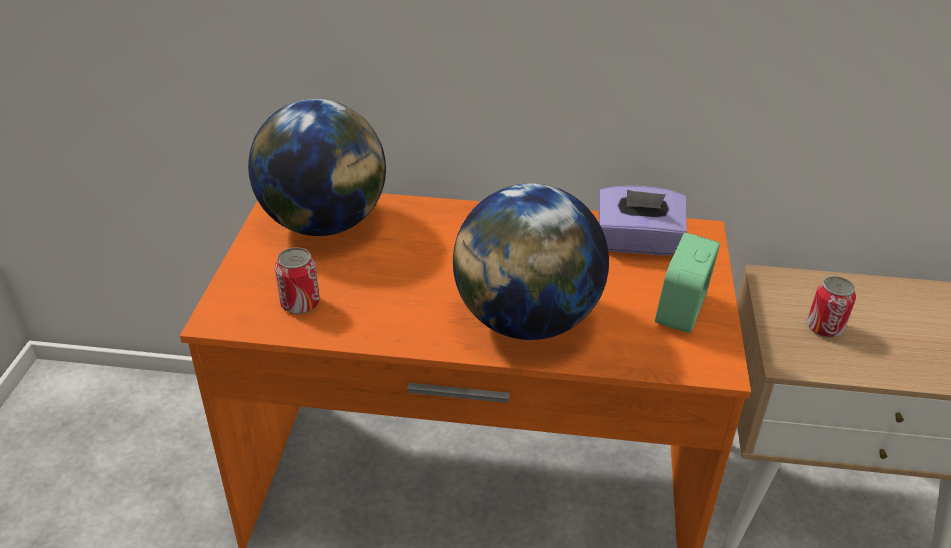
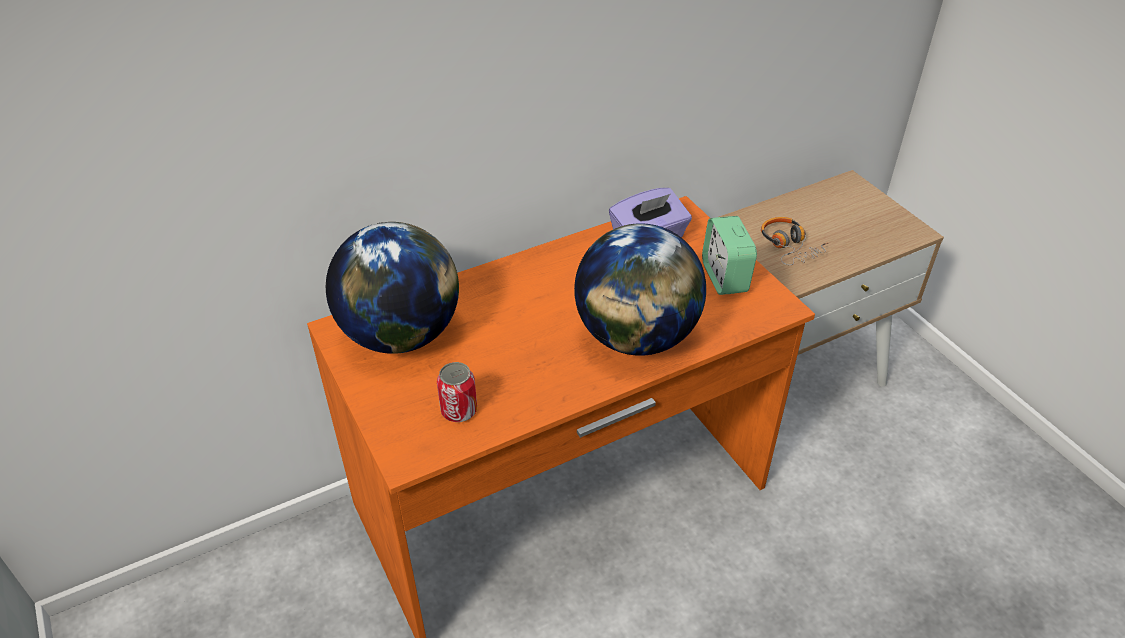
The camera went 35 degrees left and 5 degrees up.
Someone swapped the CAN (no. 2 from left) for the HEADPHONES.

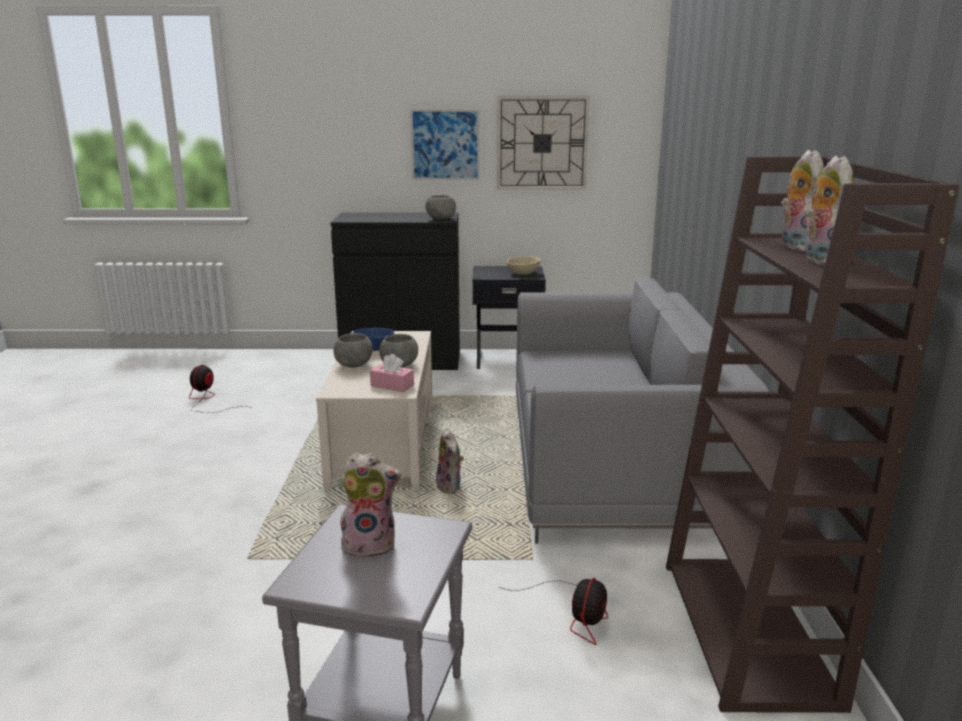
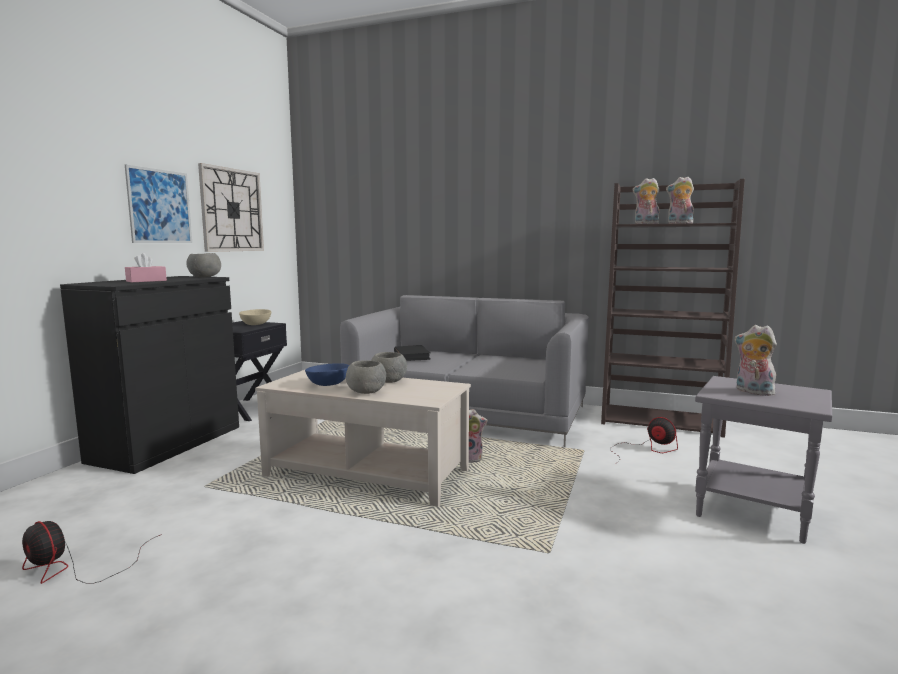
The camera went 70 degrees left and 10 degrees down.
Someone put down the BLACK BOOK.
Someone carried the PINK TISSUE BOX.
Someone rotated the PLUSH TOY (no. 1 from left in the first image) by 60 degrees counterclockwise.

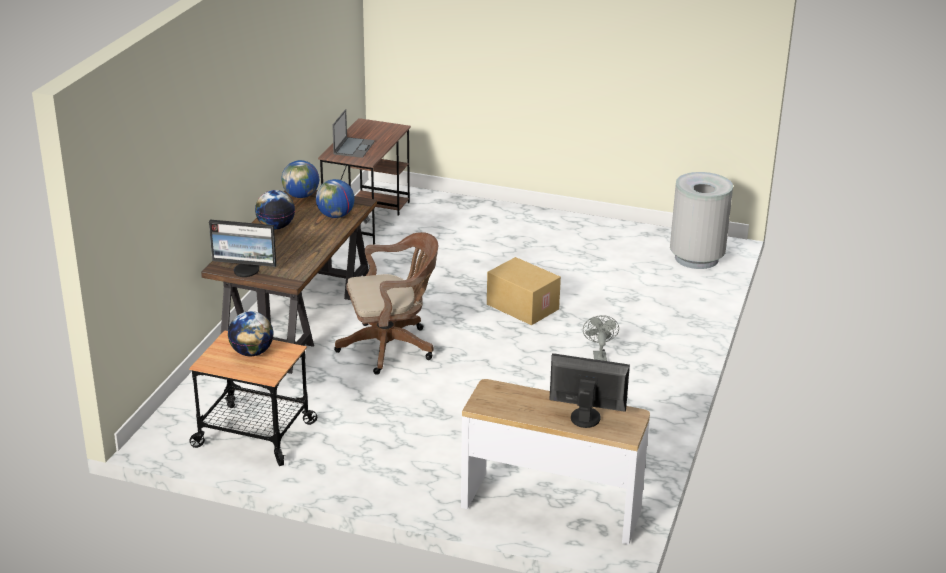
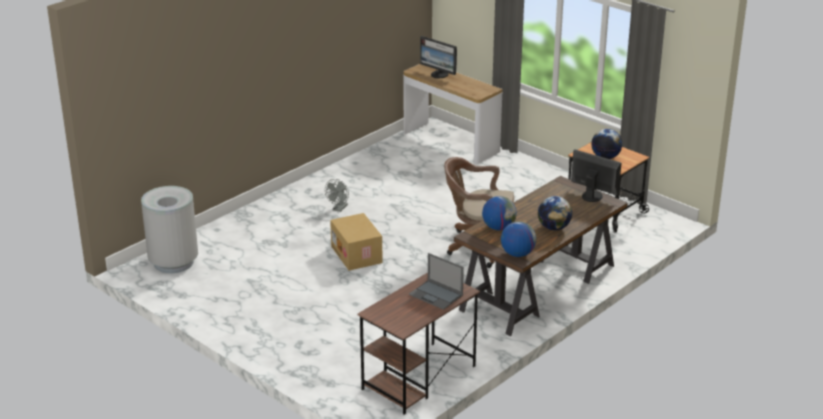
The camera went 155 degrees left and 0 degrees up.
Someone rotated the LAPTOP by 90 degrees counterclockwise.

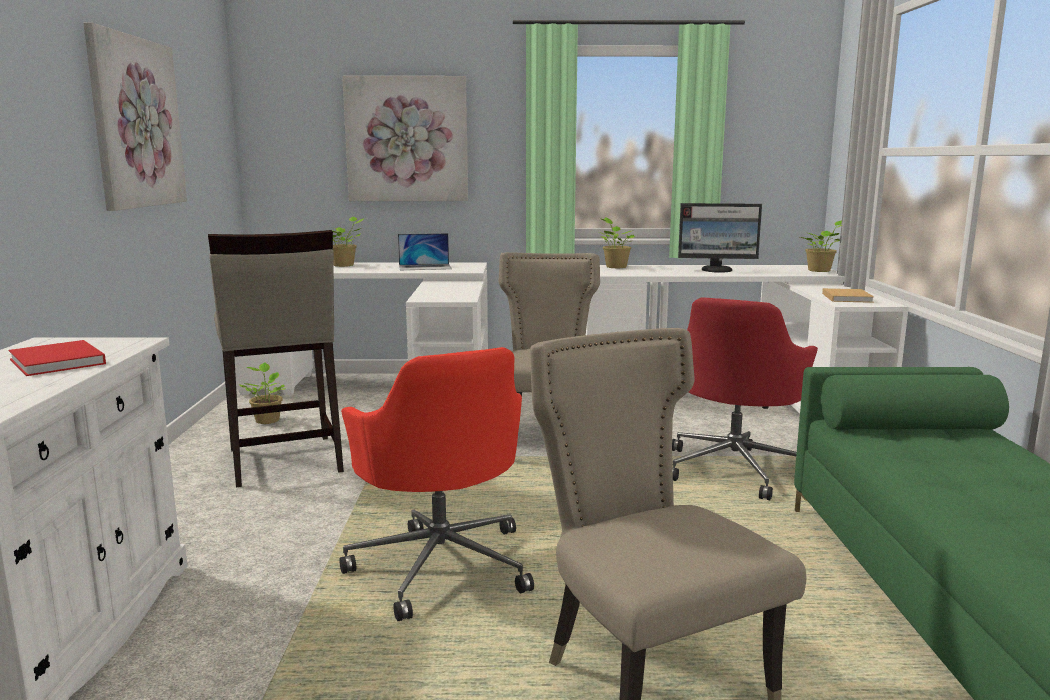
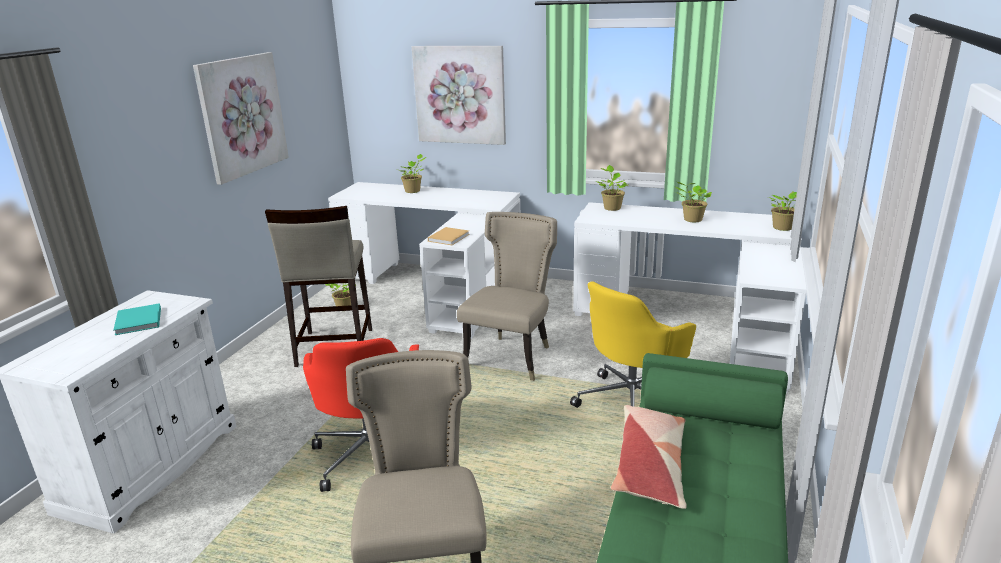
The camera went 20 degrees right and 10 degrees up.
Someone took away the LAPTOP.
Someone put down the PILLOW.
Someone carried the BEIGE BOOK.
Someone swapped the MONITOR for the POTTED PLANT (no. 4 from left).
Someone repainted the RED BOOK, which became the TURQUOISE BOOK.
Someone repainted the RED OFFICE CHAIR (no. 2 from left), which became the YELLOW OFFICE CHAIR.

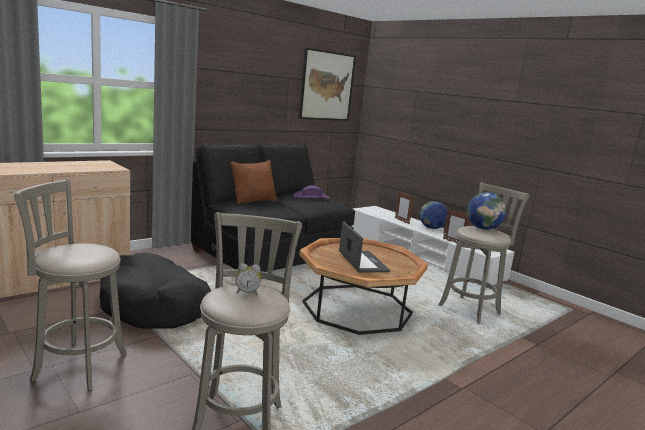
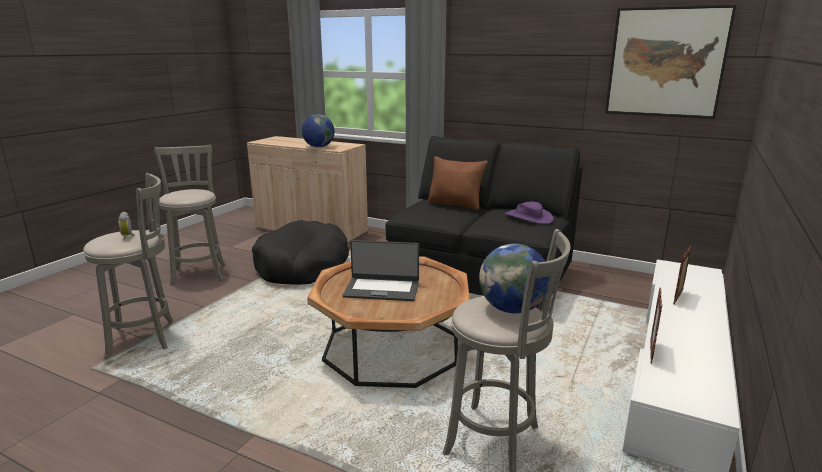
The camera went 70 degrees right and 5 degrees up.
Someone carried the GLOBE (no. 1 from left).
Someone rotated the LAPTOP by 45 degrees clockwise.

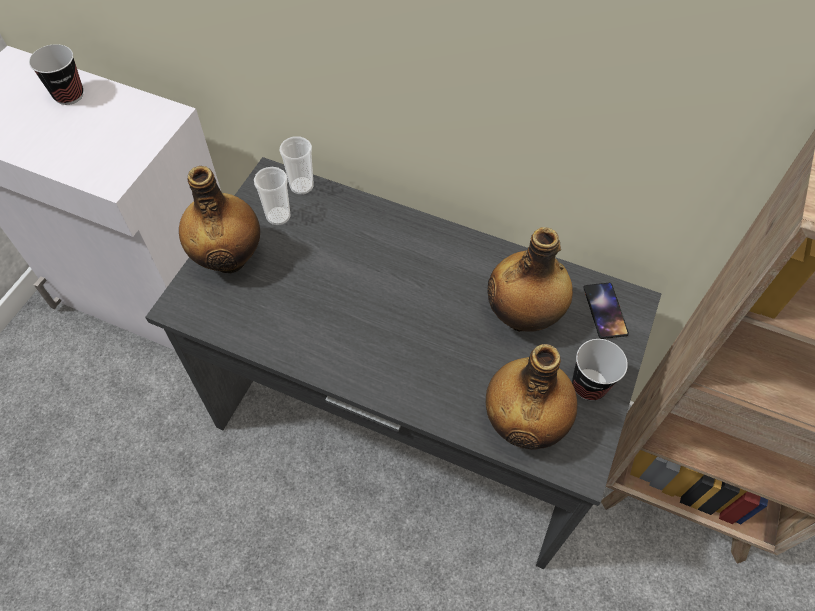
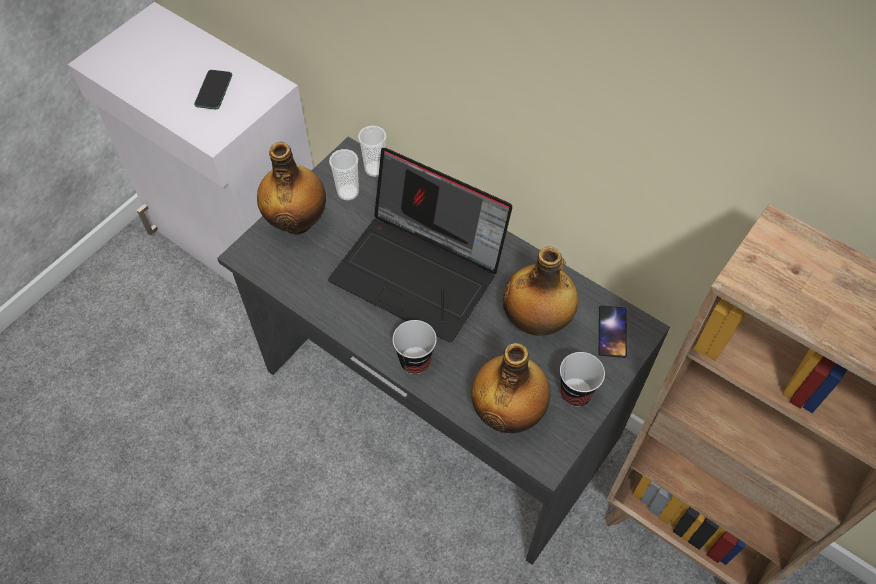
The camera went 15 degrees right and 0 degrees up.
Someone put down the PHONE (no. 1 from left).
Someone put down the LAPTOP.
Someone carried the CUP (no. 1 from left in the first image).

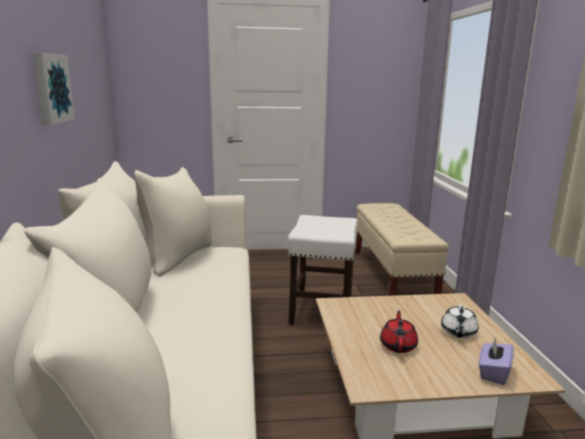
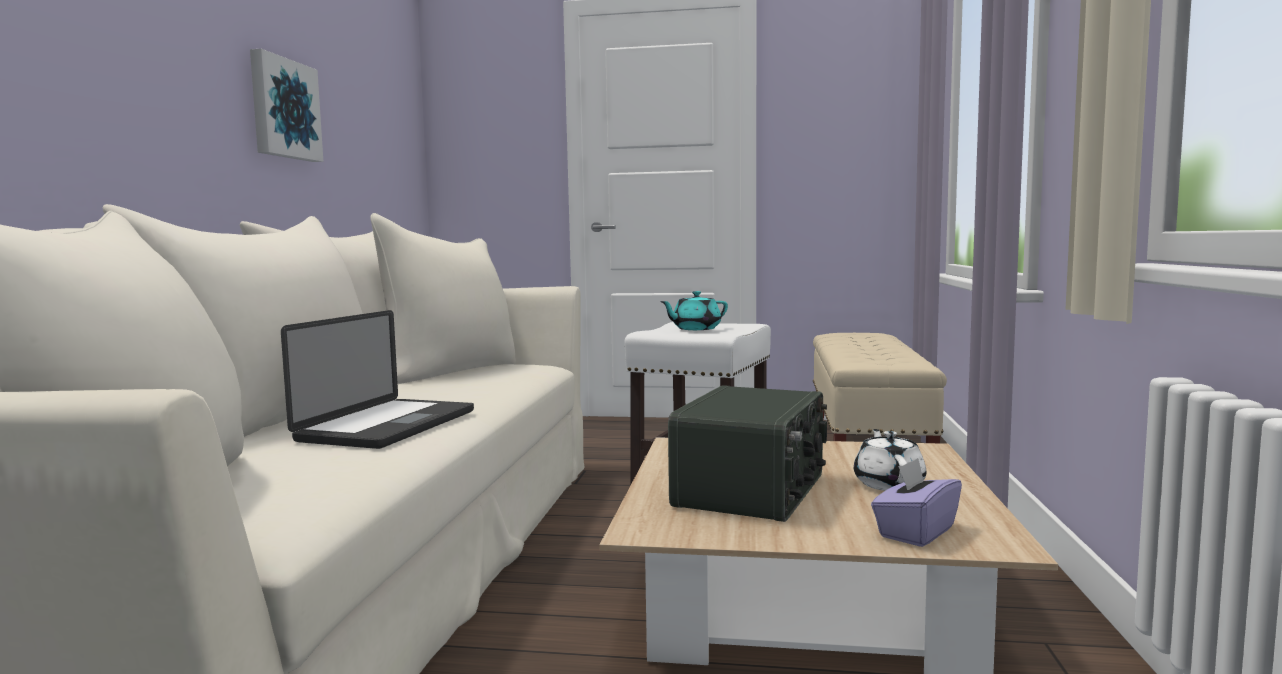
The camera went 15 degrees right and 10 degrees down.
Someone put down the LAPTOP.
Someone put down the TURQUOISE TEAPOT.
Someone swapped the RED TEAPOT for the RADIO.
Someone rotated the WHITE TEAPOT by 150 degrees clockwise.

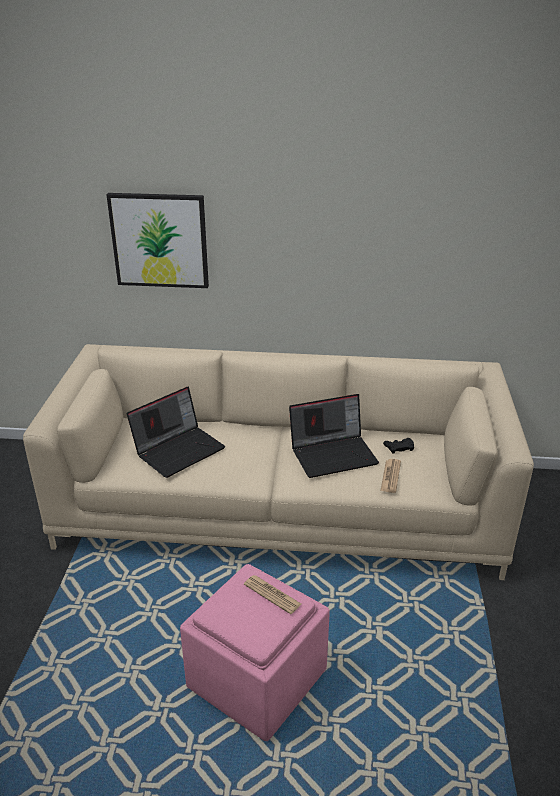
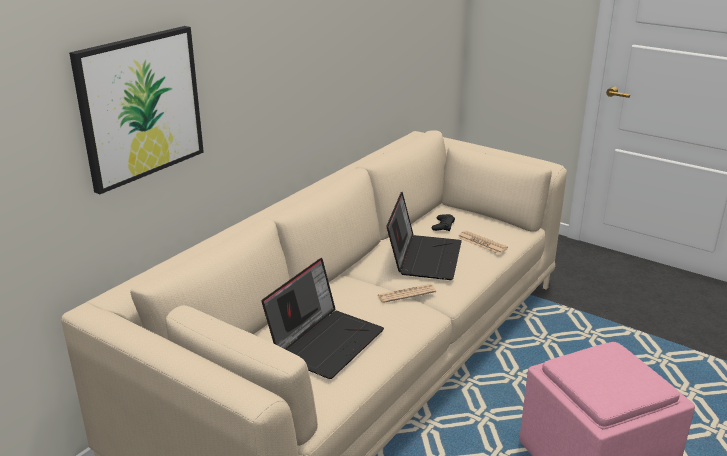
The camera went 60 degrees left and 5 degrees down.
Someone carried the NEWSPAPER (no. 1 from left).
Someone rotated the LAPTOP (no. 1 from left) by 45 degrees clockwise.

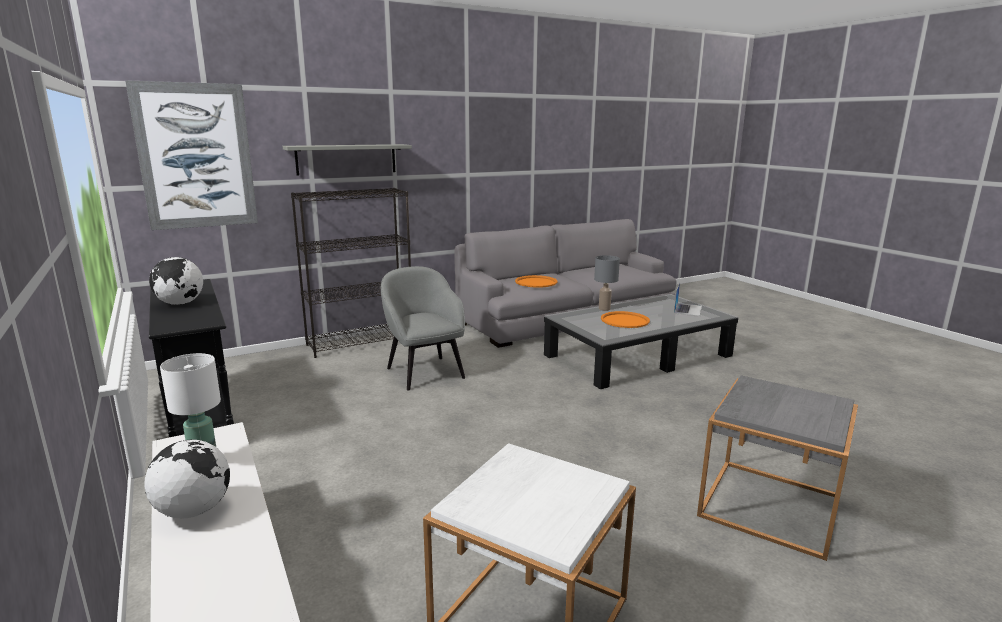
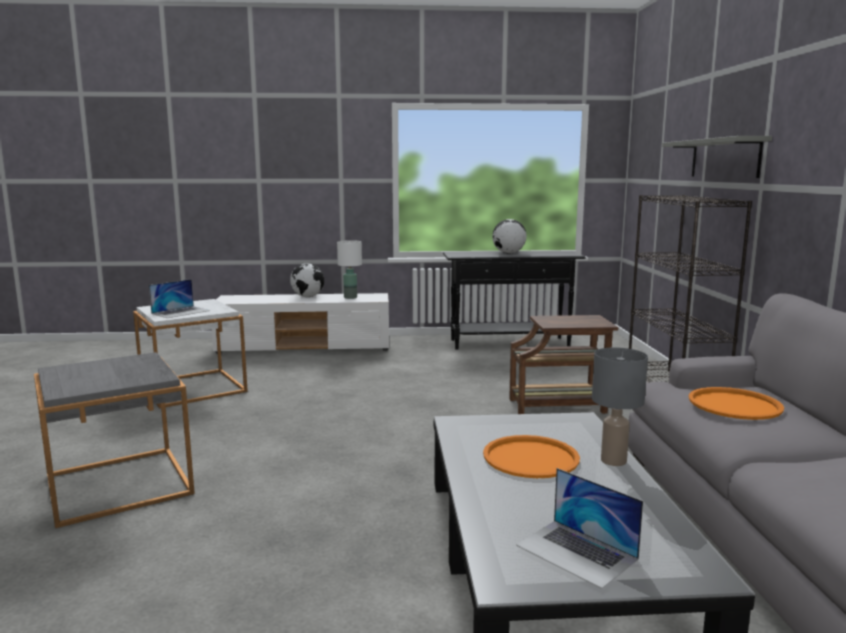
The camera went 115 degrees right and 5 degrees down.
Someone took away the PICTURE.
Someone put down the LAPTOP (no. 1 from left).
Someone swapped the GREY ARMCHAIR for the BROWN SIDE TABLE.

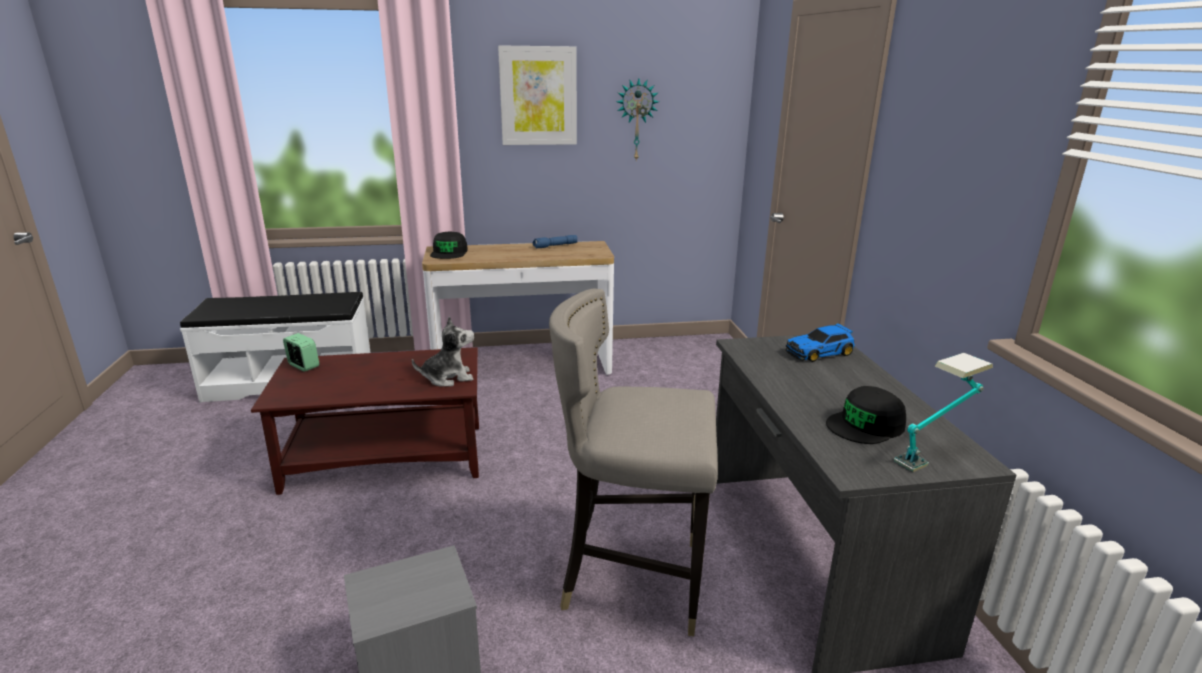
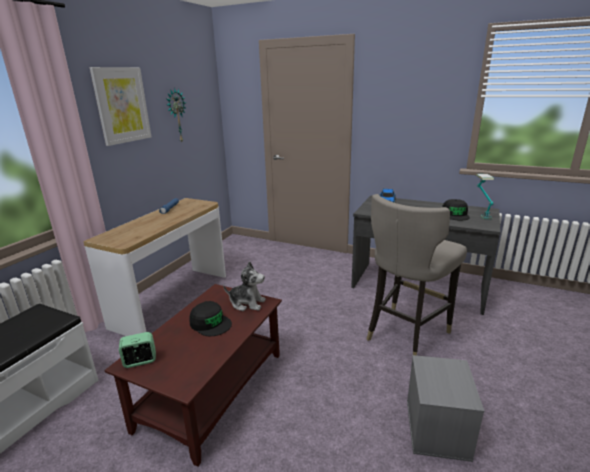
The camera went 55 degrees left and 0 degrees up.
Someone carried the BLACK CAP (no. 1 from left).
Someone rotated the PLUSH TOY by 90 degrees clockwise.

